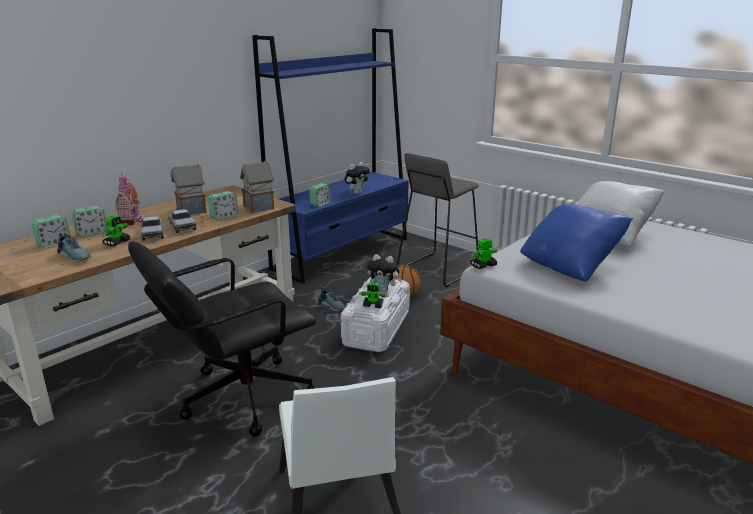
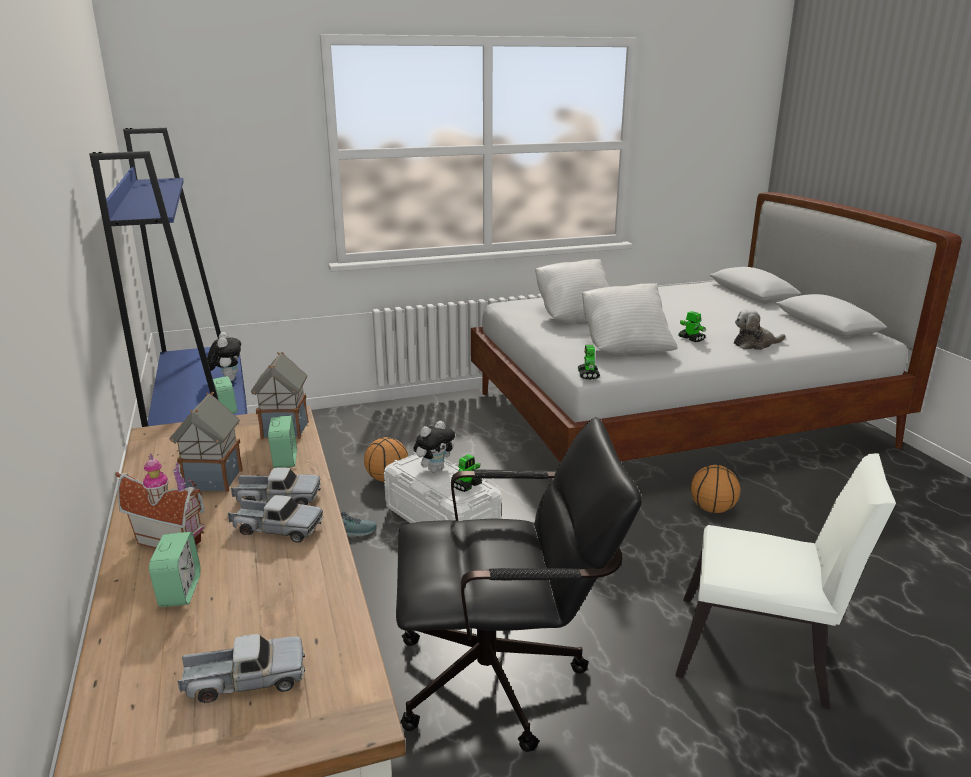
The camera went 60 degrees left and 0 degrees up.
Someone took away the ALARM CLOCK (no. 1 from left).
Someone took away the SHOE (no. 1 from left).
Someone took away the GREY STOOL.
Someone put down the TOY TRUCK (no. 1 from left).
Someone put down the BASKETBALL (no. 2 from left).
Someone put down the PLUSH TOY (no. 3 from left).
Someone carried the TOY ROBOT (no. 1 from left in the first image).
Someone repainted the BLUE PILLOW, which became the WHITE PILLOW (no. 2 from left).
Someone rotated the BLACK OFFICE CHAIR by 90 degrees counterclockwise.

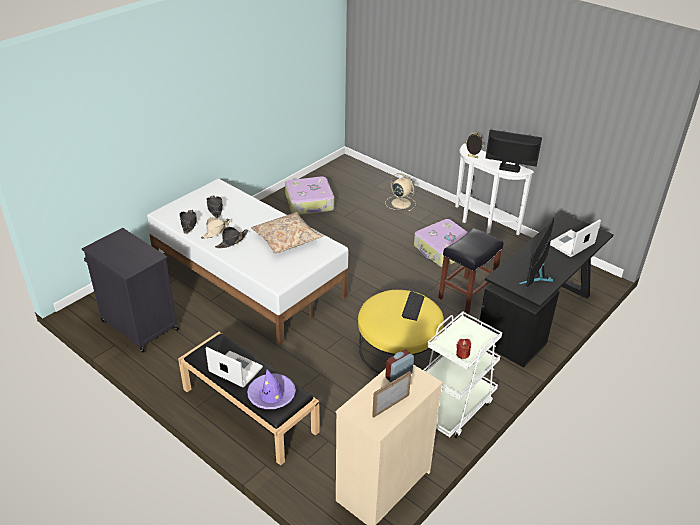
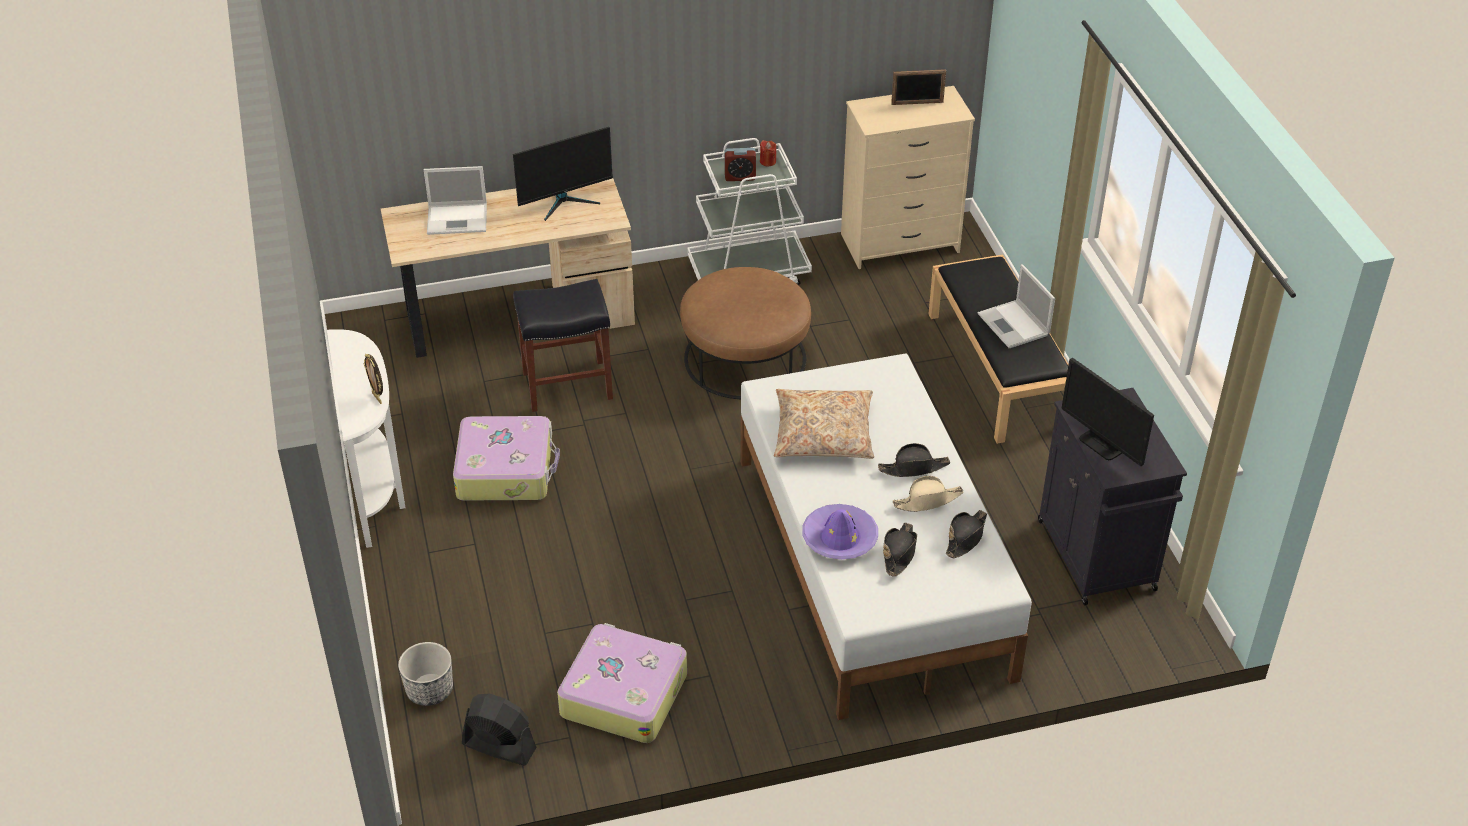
The camera went 145 degrees left and 5 degrees up.
Someone took away the BEIGE FAN.
Someone took away the KEYBOARD.
Someone put down the PLANTER.
Someone put down the BLACK FAN.
Someone carried the PURPLE HAT.
Someone carried the ALARM CLOCK.
Someone carried the MONITOR (no. 1 from left in the first image).
Someone repainted the YELLOW OTTOMAN, which became the BROWN OTTOMAN.
Someone repainted the BLACK DESK, which became the BEIGE DESK.

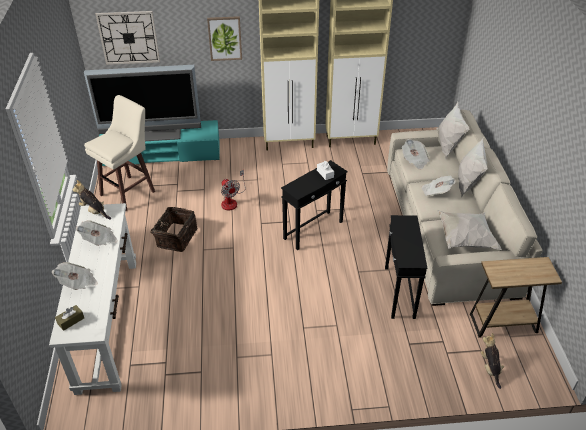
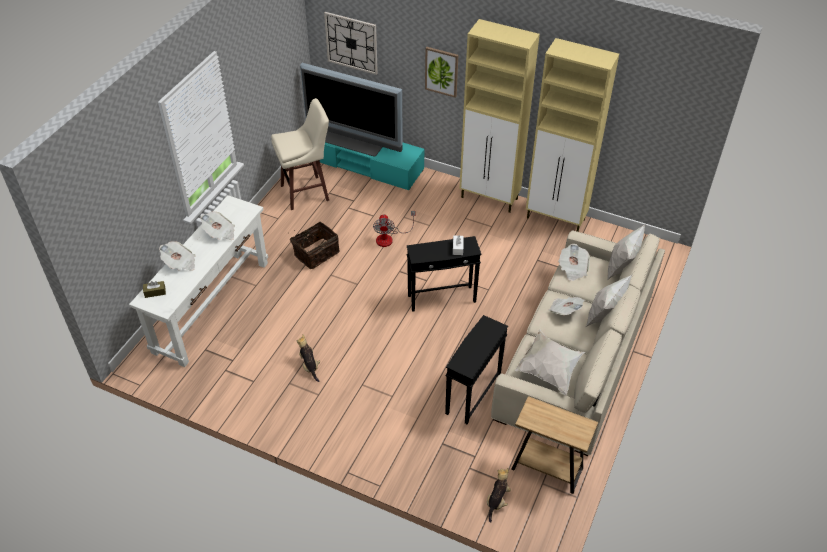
The camera went 30 degrees right and 5 degrees up.
Someone carried the PLUSH TOY (no. 1 from left).

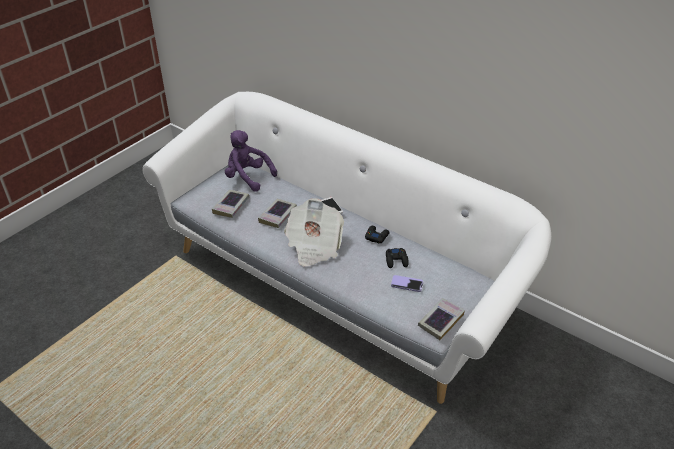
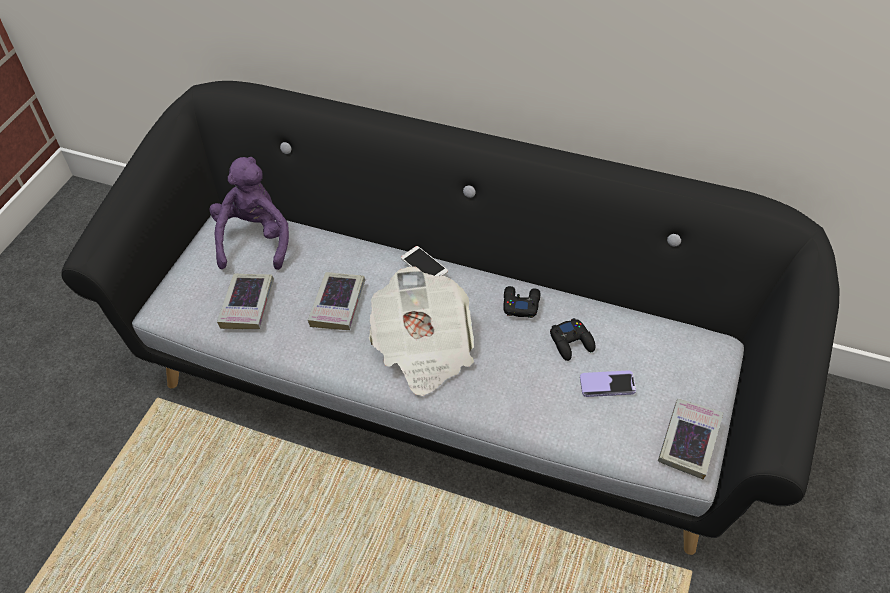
The camera went 15 degrees left and 10 degrees up.
Someone repainted the WHITE SOFA, which became the BLACK SOFA.
Someone rotated the PURPLE PLUSH TOY by 75 degrees clockwise.

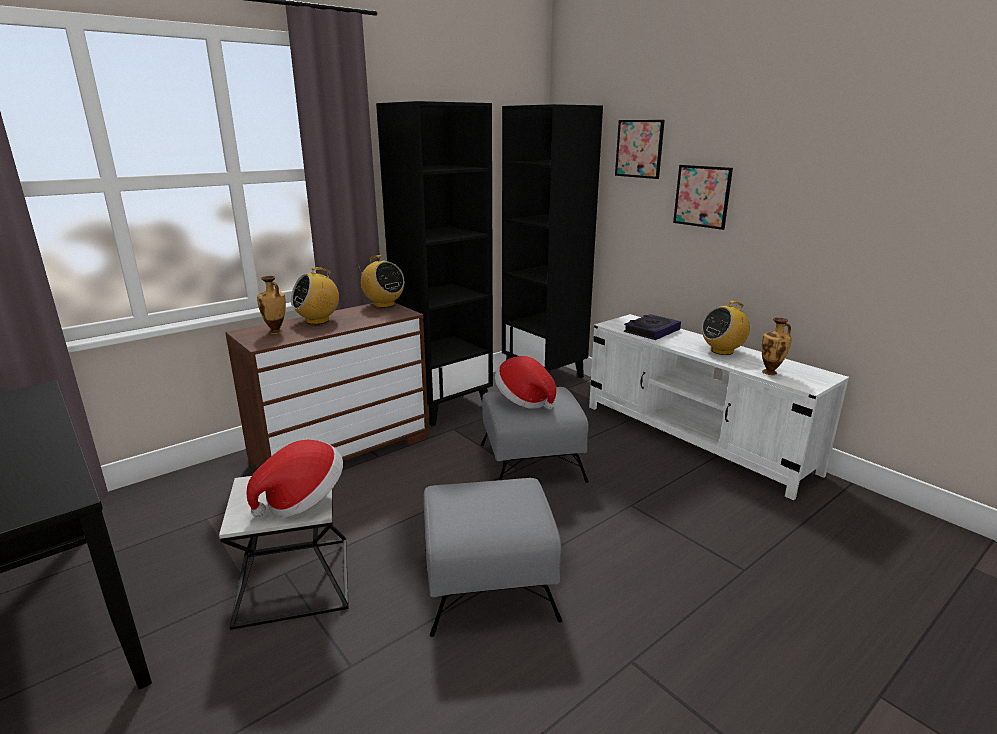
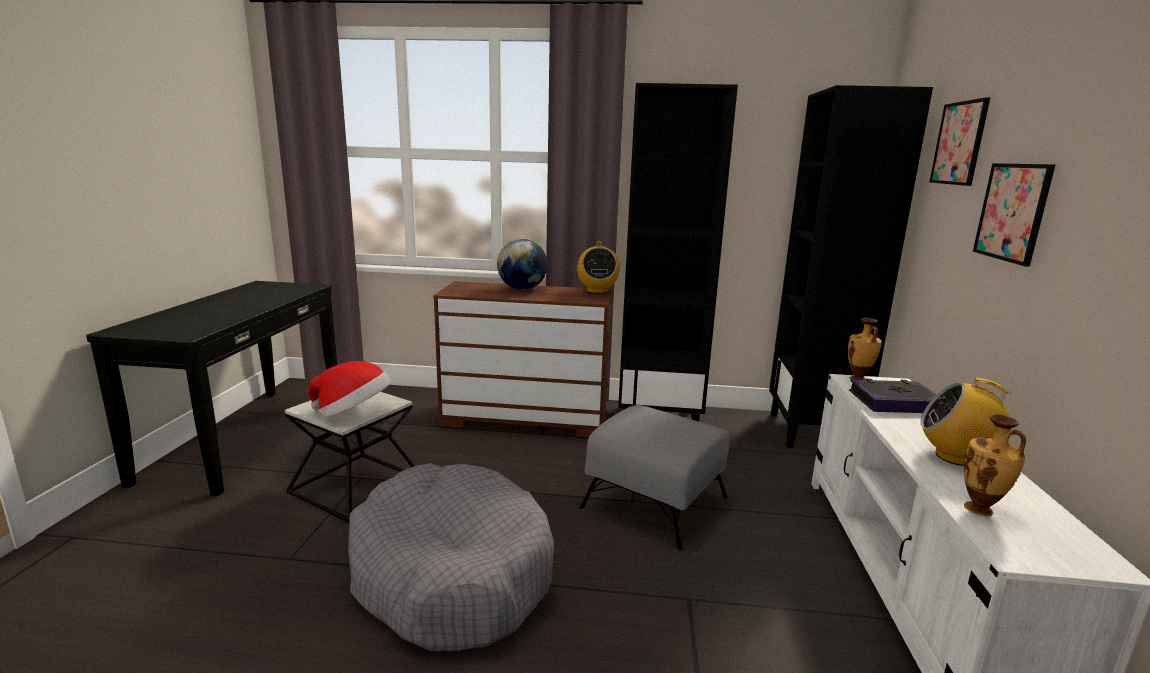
The camera went 45 degrees right and 5 degrees down.
Someone took away the HAT (no. 2 from left).
Someone carried the VASE (no. 1 from left).
Someone swapped the RADIO (no. 1 from left) for the GLOBE.
Someone swapped the GREY OTTOMAN (no. 1 from left) for the GREY DOG BED.

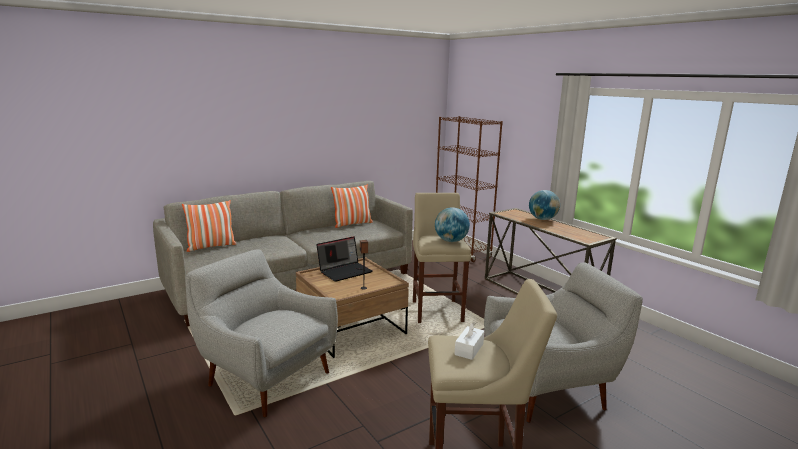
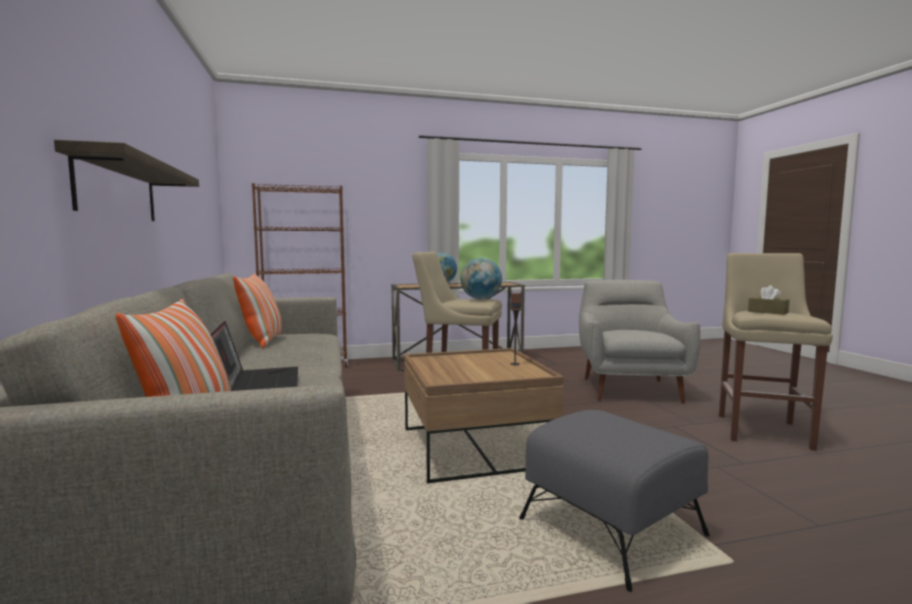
The camera went 70 degrees left and 10 degrees down.
Someone put up the SHELF.
Someone carried the LAPTOP.
Someone swapped the GREY ARMCHAIR (no. 1 from left) for the GREY OTTOMAN.
Someone repainted the WHITE TISSUE BOX, which became the BROWN TISSUE BOX.

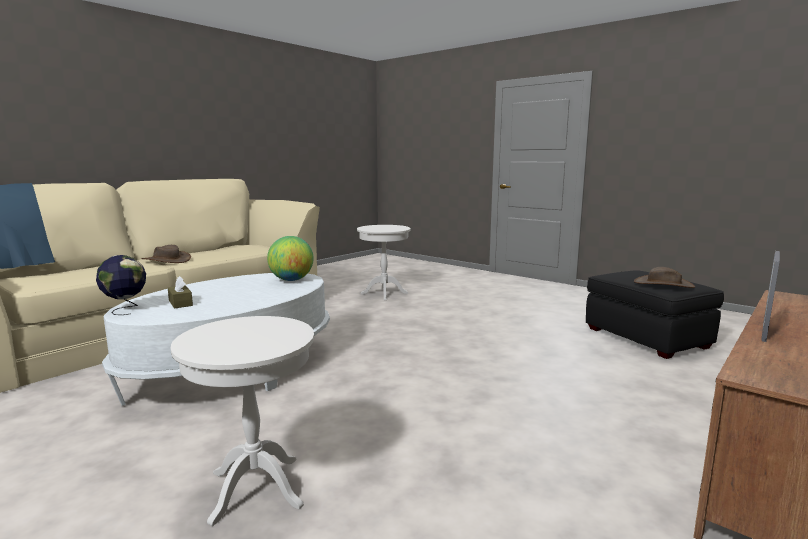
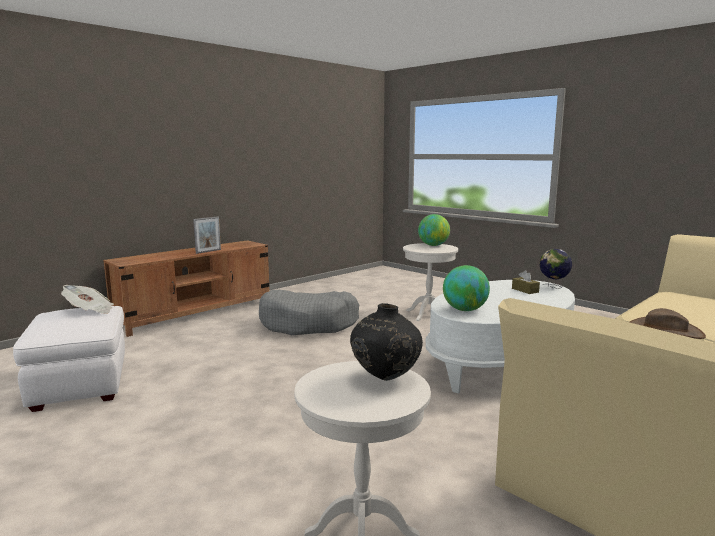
The camera went 175 degrees left and 0 degrees up.
Someone put down the GREY DOG BED.
Someone put down the BLACK VASE.
Someone put down the GLOBE (no. 1 from left).
Someone swapped the BROWN HAT (no. 2 from left) for the NEWSPAPER.
Someone repainted the BLACK OTTOMAN, which became the WHITE OTTOMAN.

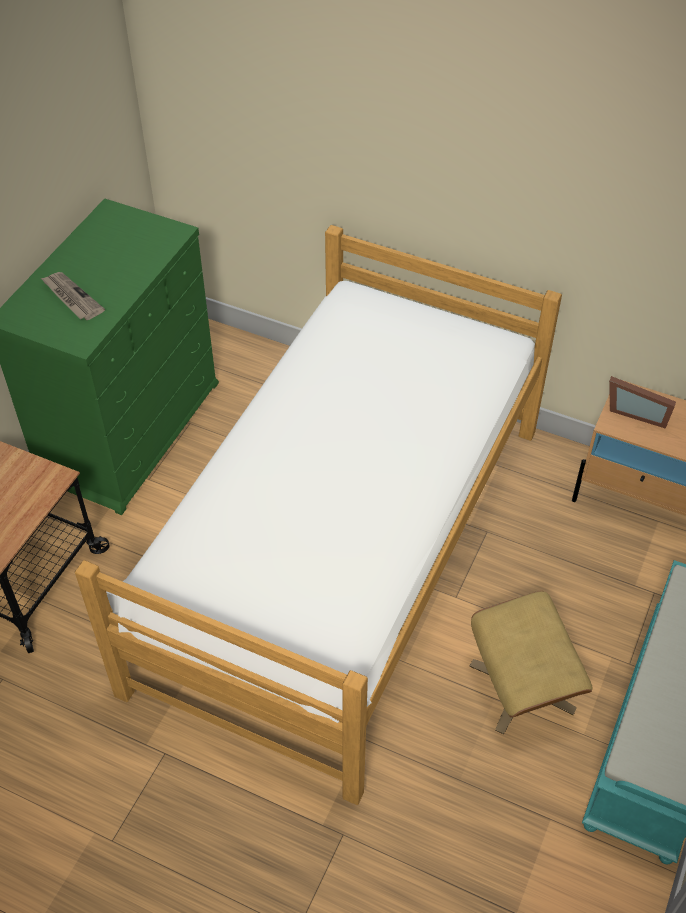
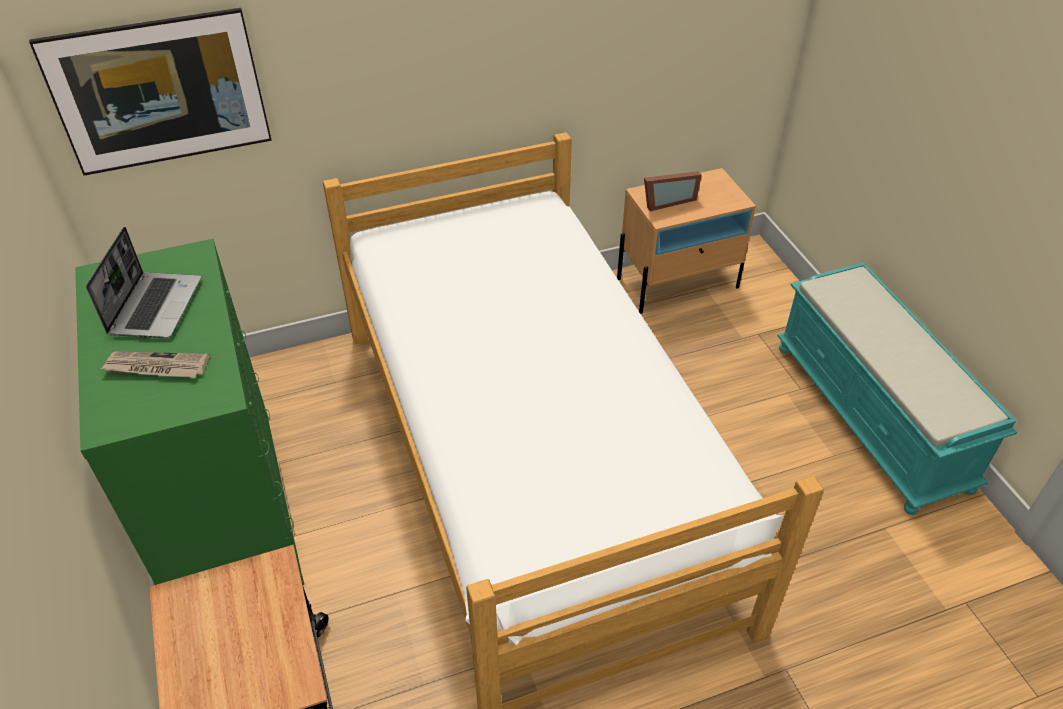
The camera went 45 degrees left and 5 degrees down.
Someone took away the BEIGE OTTOMAN.
Someone put up the PICTURE.
Someone put down the LAPTOP.

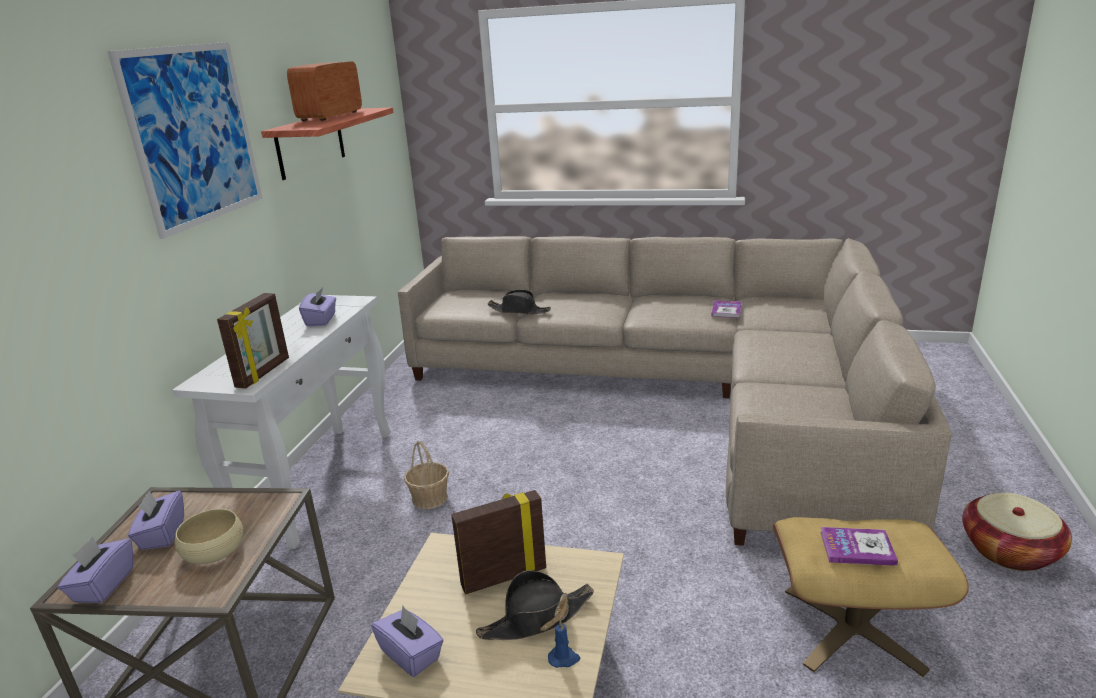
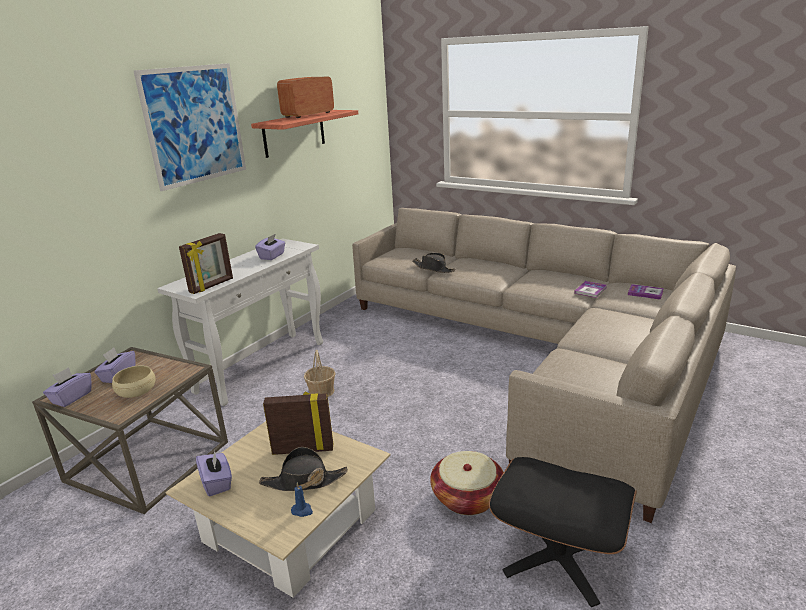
The camera went 20 degrees right and 0 degrees up.
Someone carried the BOOK (no. 2 from left).
Someone carried the BASKET (no. 2 from left).
Someone repainted the BEIGE OTTOMAN, which became the BLACK OTTOMAN.

